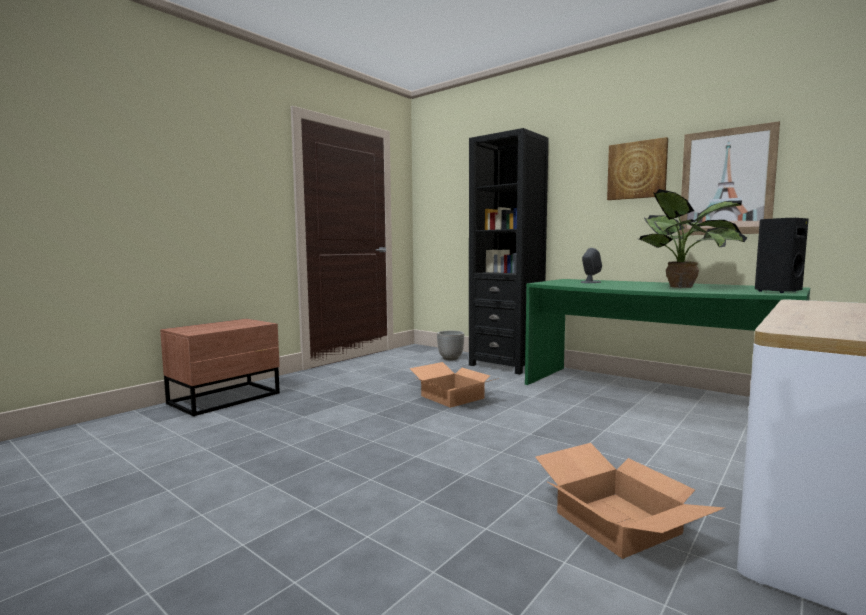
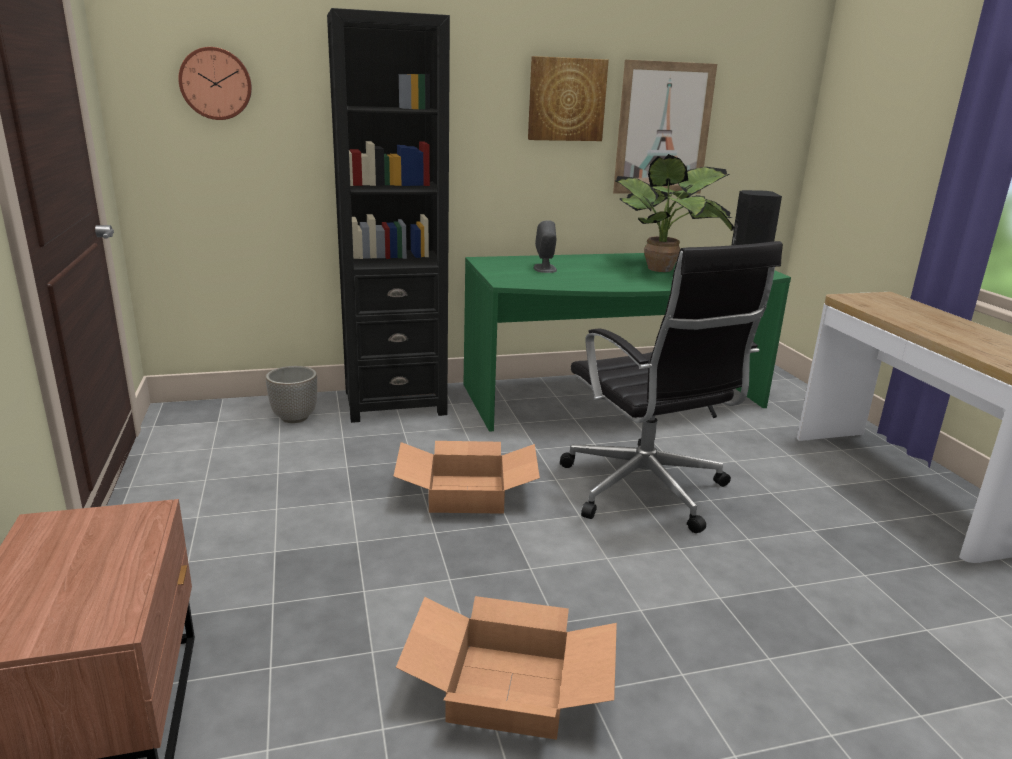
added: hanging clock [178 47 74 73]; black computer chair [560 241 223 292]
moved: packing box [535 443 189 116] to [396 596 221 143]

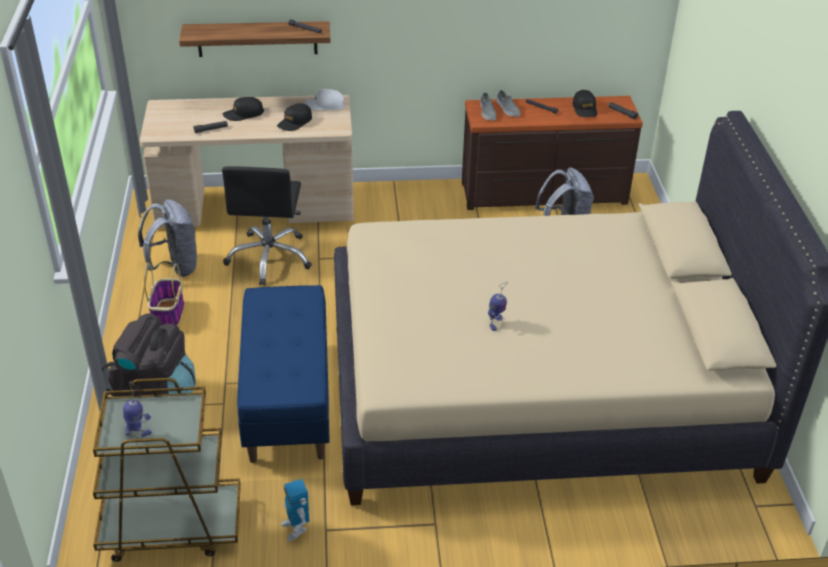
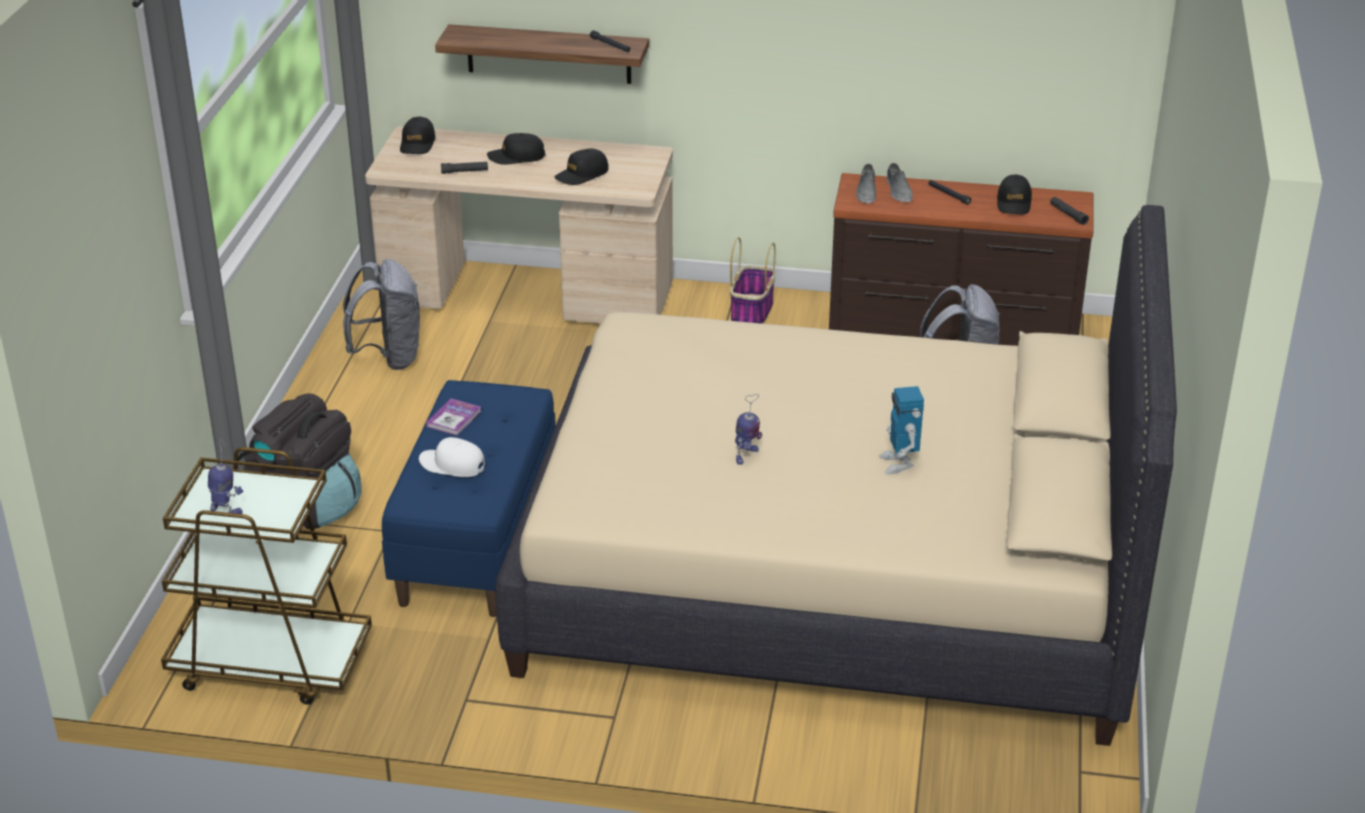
removed: black computer chair [222 166 90 120]
added: black peaked cap [400 117 35 37]; bound book [426 398 55 38]
moved: white-coloured peaked cap [305 89 40 21] to [419 437 66 40]; household basket [144 262 40 64] to [730 237 46 87]; model robot [281 479 29 62] to [879 386 45 88]

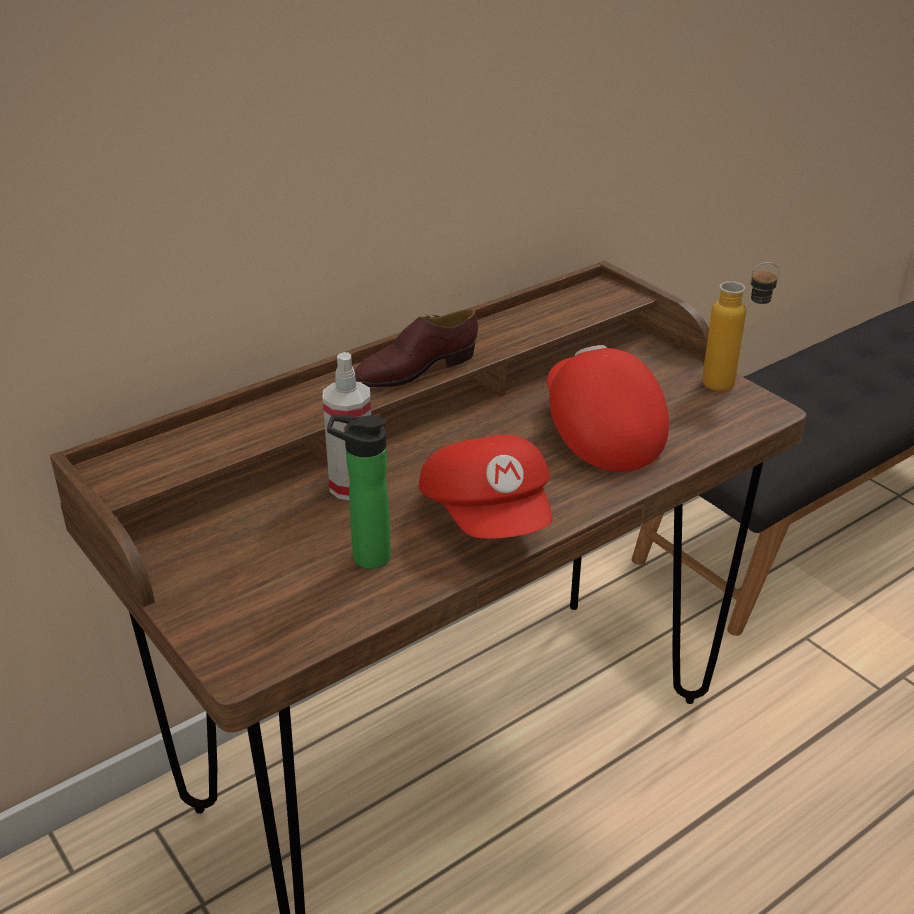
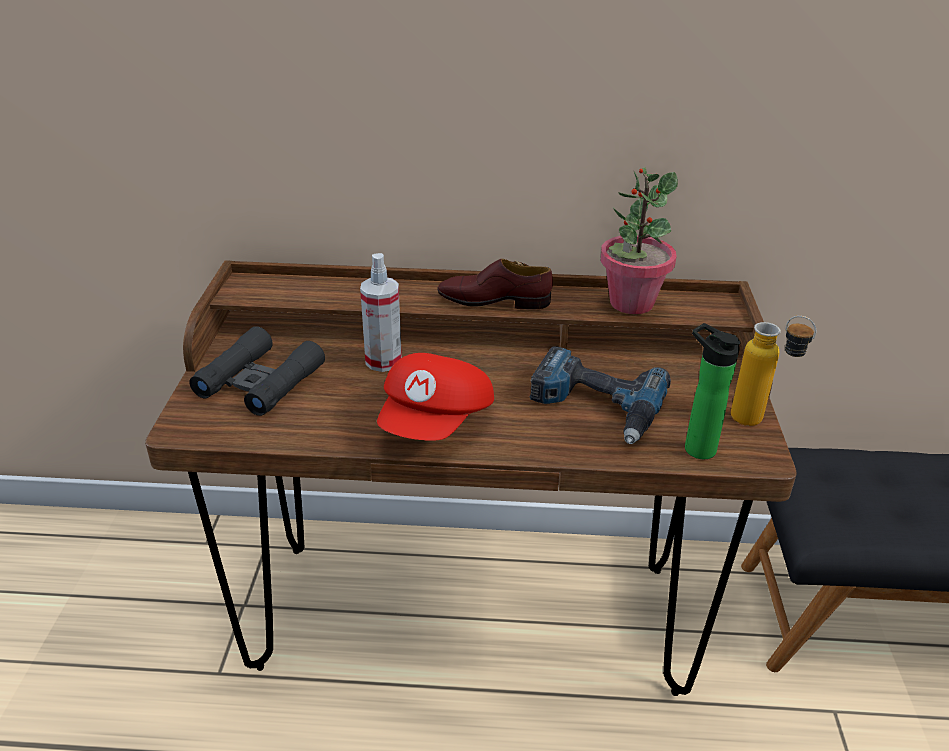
added: houseplant [600 167 78 147]; black field glasses [189 326 136 90]
moved: drink bottle [327 415 64 154] to [685 323 55 136]
replaced: reddish peaked cap [547 345 122 127] to drill [529 346 142 98]

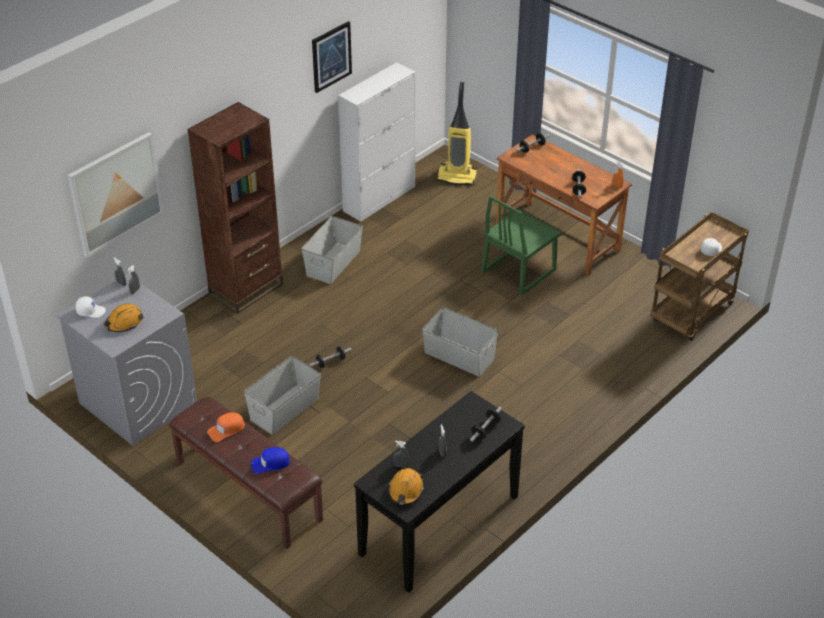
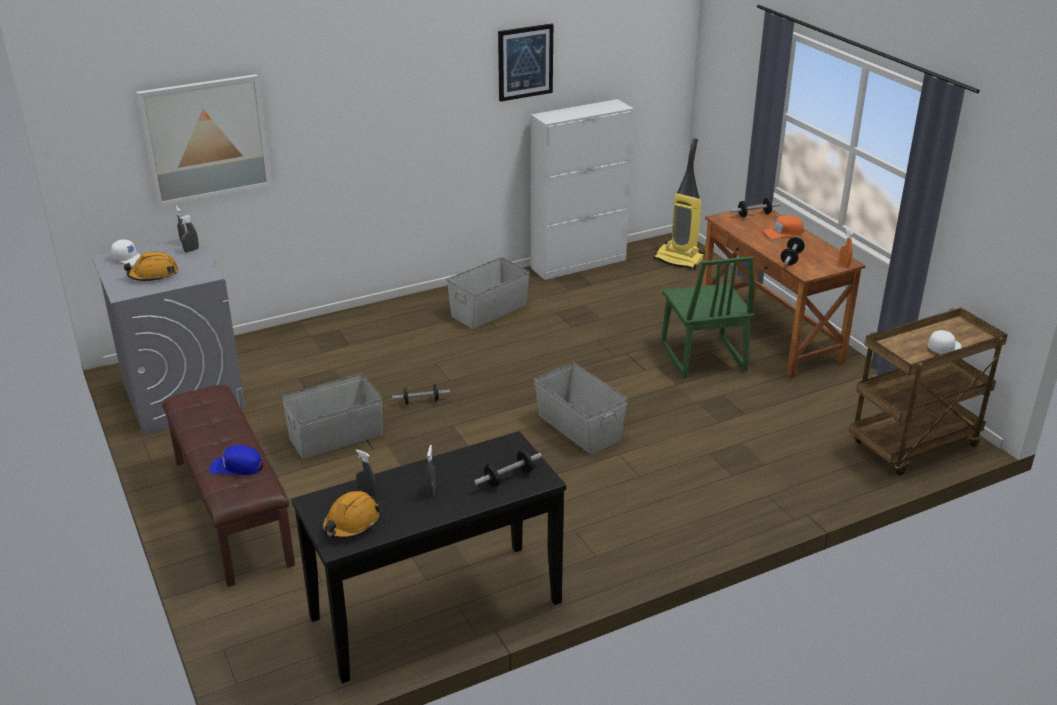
removed: brown bookshelf [187 102 96 212]
moved: orange-coloured peaked cap [207 412 38 30] to [763 215 41 24]
turned: green plain chair [481 196 81 99] = [661 256 94 123] 75 degrees counterclockwise

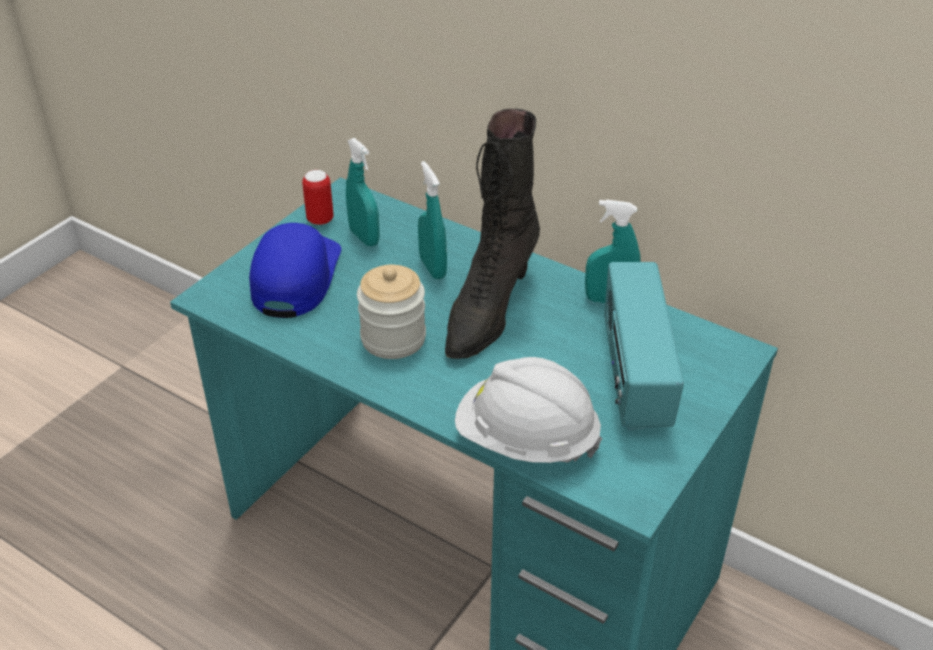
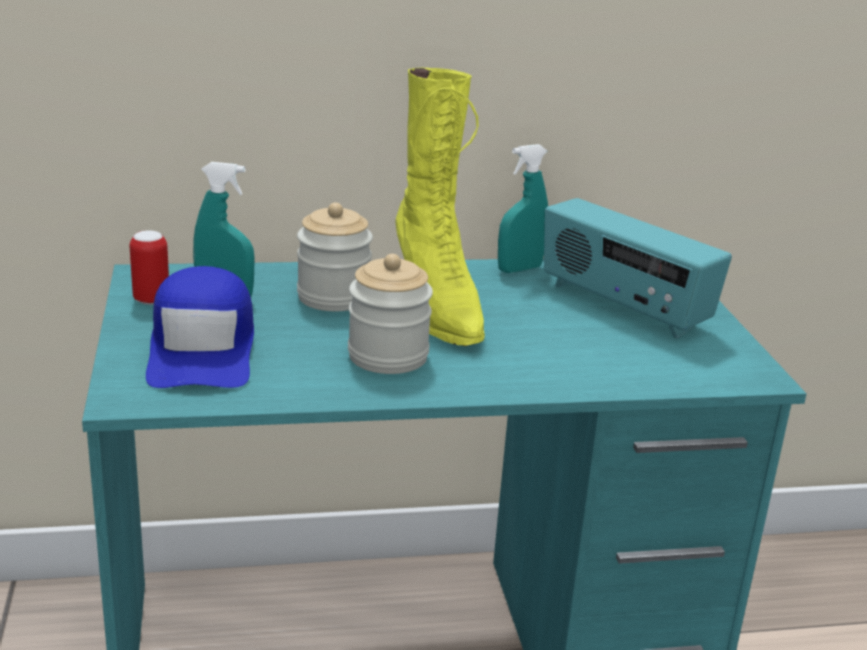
removed: white-coloured safety helmet [455 357 147 106]
replaced: turquoise-coloured spray bottle [418 161 29 118] to jar [297 203 76 108]
recoloured: black tall boot [445 109 95 250] to yellowish tall boot [395 68 90 278]
turned: blue-coloured peaked cap [249 223 92 95] = [146 266 108 122] 150 degrees counterclockwise

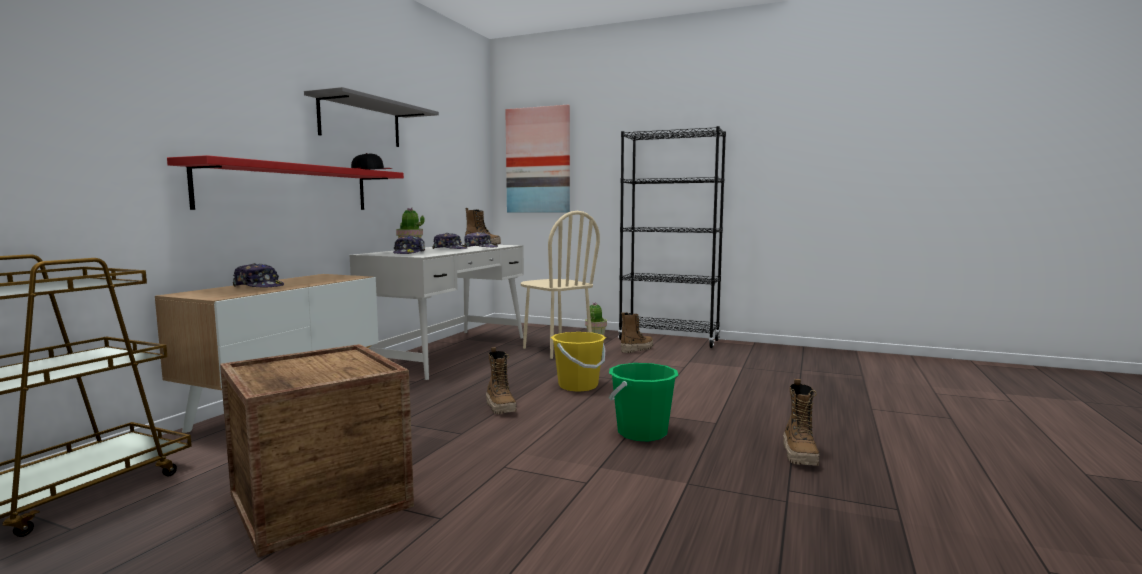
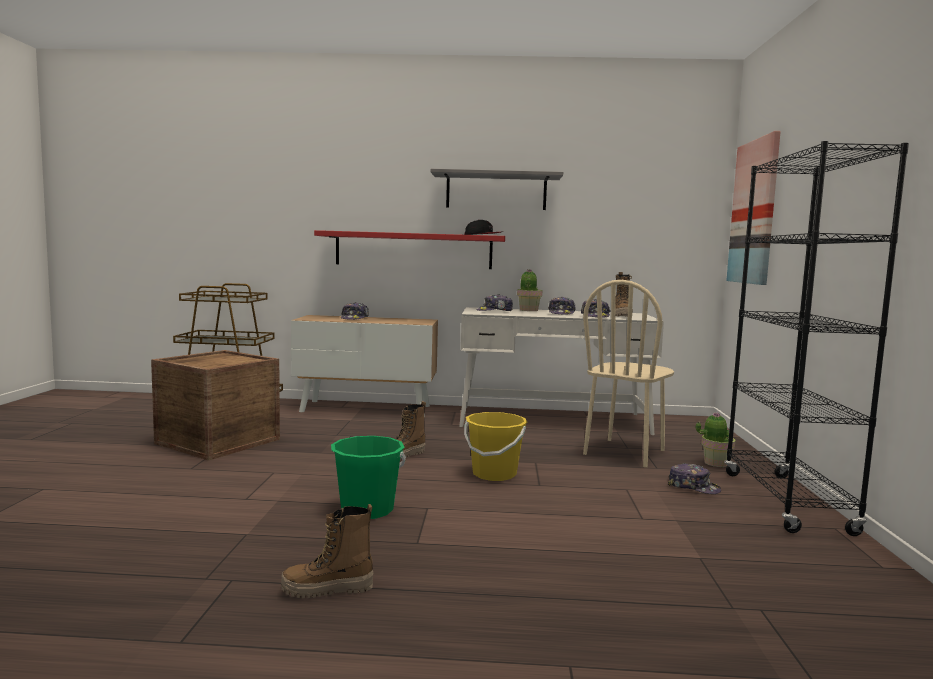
replaced: tall boot [621 312 32 41] to peaked cap [668 463 53 31]

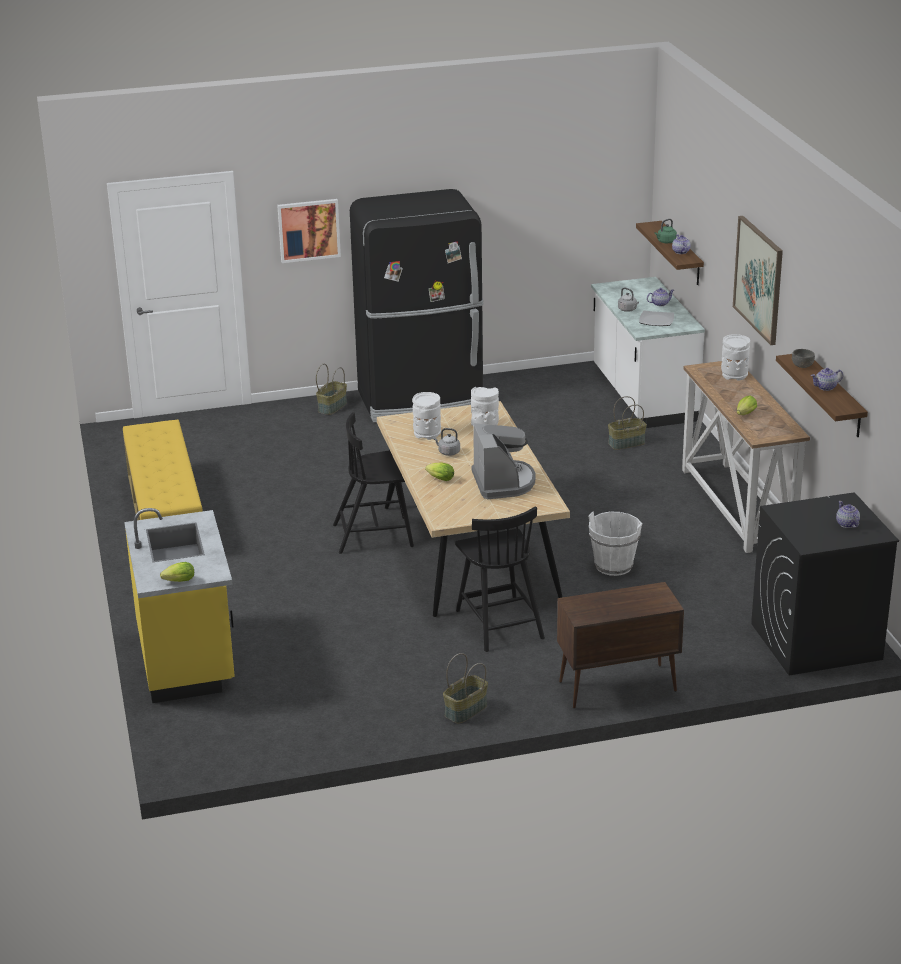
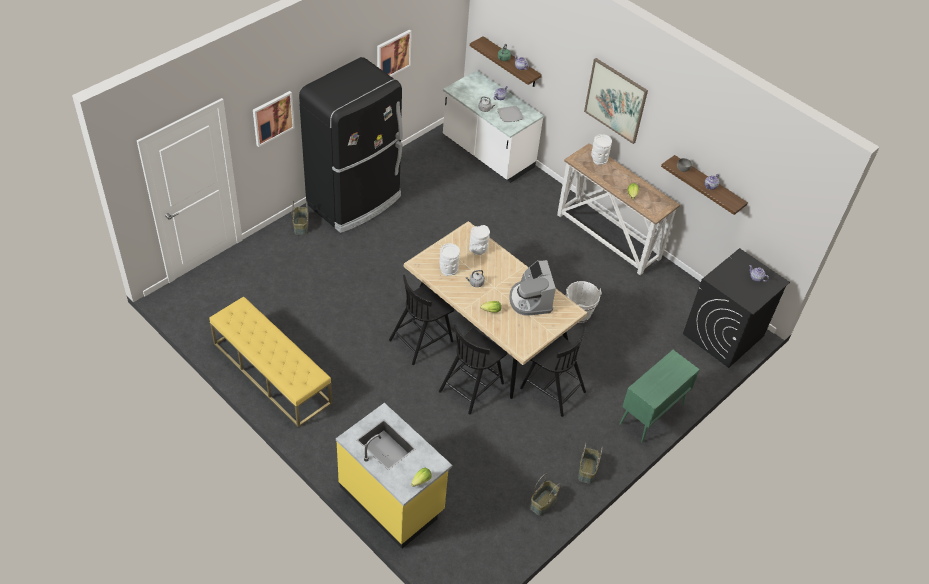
added: wall picture [377 29 35 47]; black plain chair [439 325 68 90]
moved: household basket [608 396 39 54] to [530 474 31 42]
recoloured: brown storage cabinet [557 582 127 127] to green storage cabinet [619 350 81 93]
turned: coffee brewer [472 423 64 76] = [509 260 47 56] 150 degrees counterclockwise

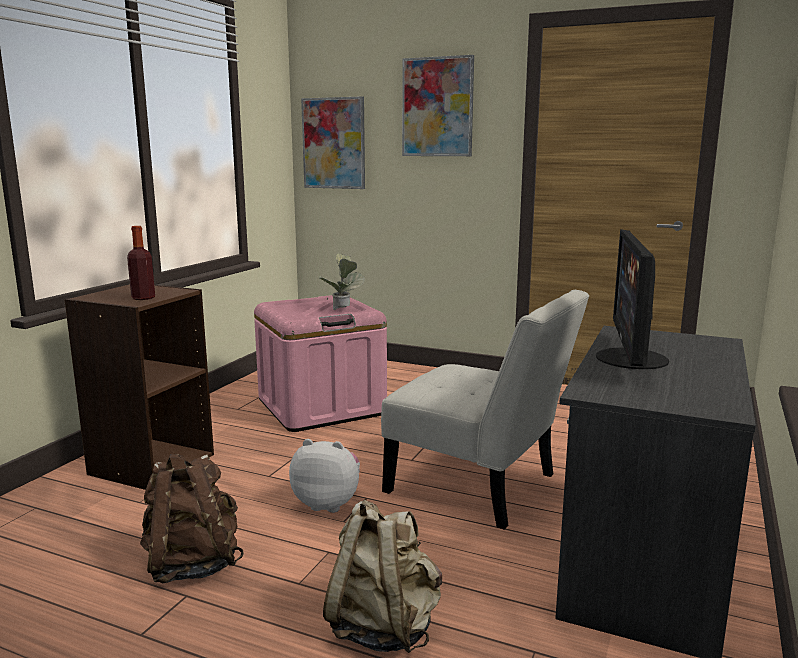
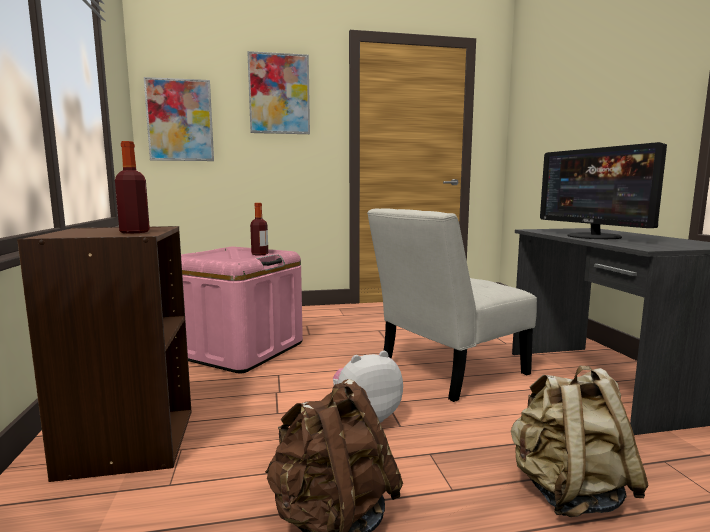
replaced: houseplant [319 253 46 57] to drink bottle [250 203 18 53]
turned: white-coloured plain chair [381 290 208 240] = [367 208 170 194] 150 degrees clockwise

